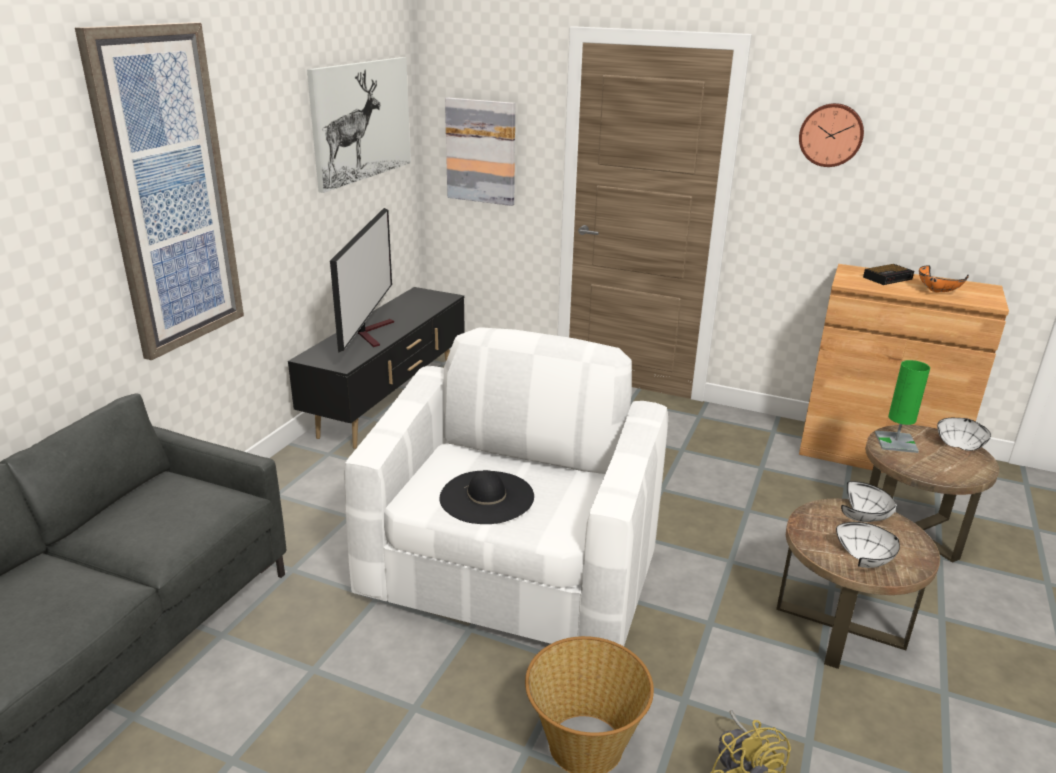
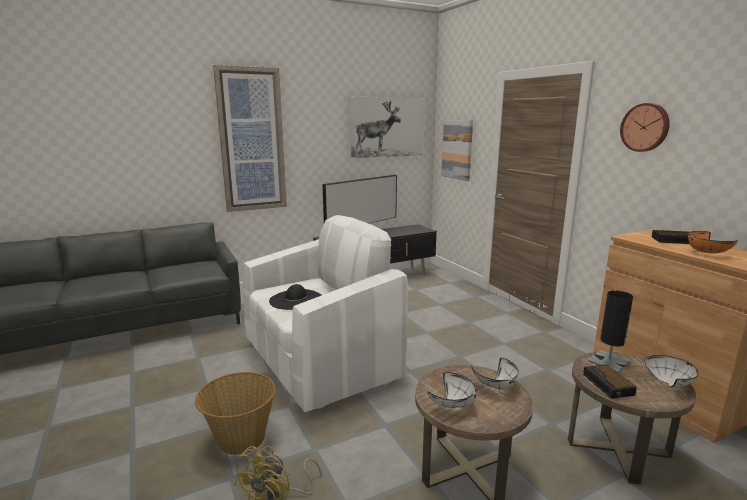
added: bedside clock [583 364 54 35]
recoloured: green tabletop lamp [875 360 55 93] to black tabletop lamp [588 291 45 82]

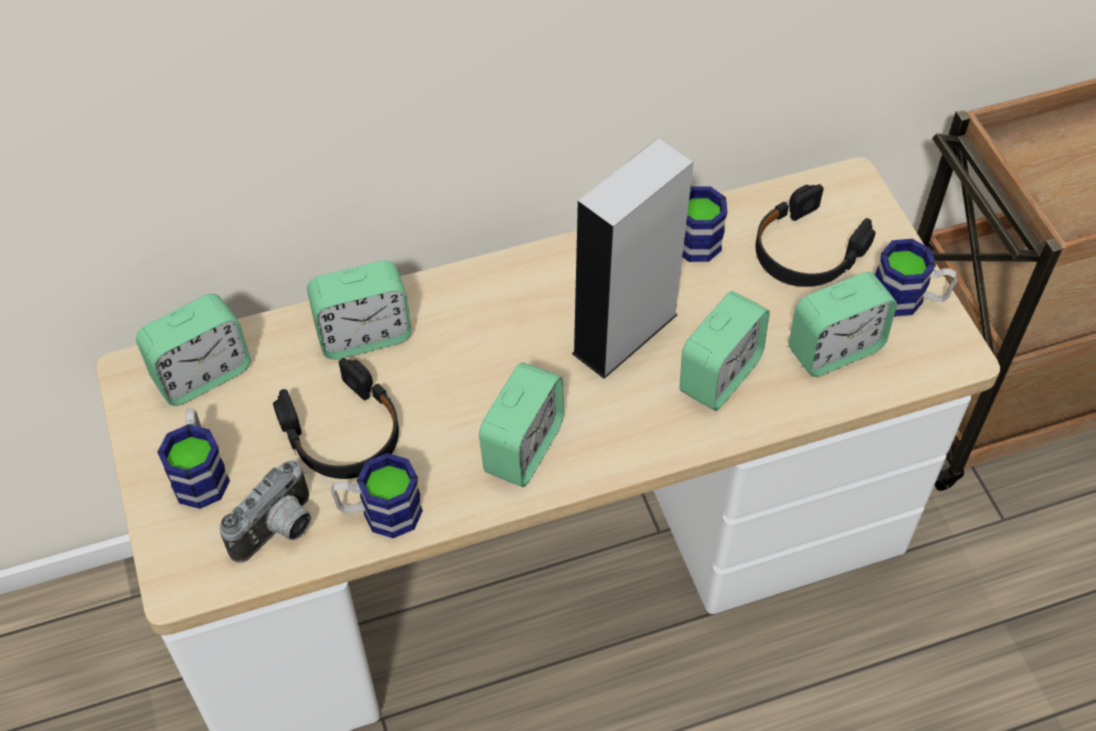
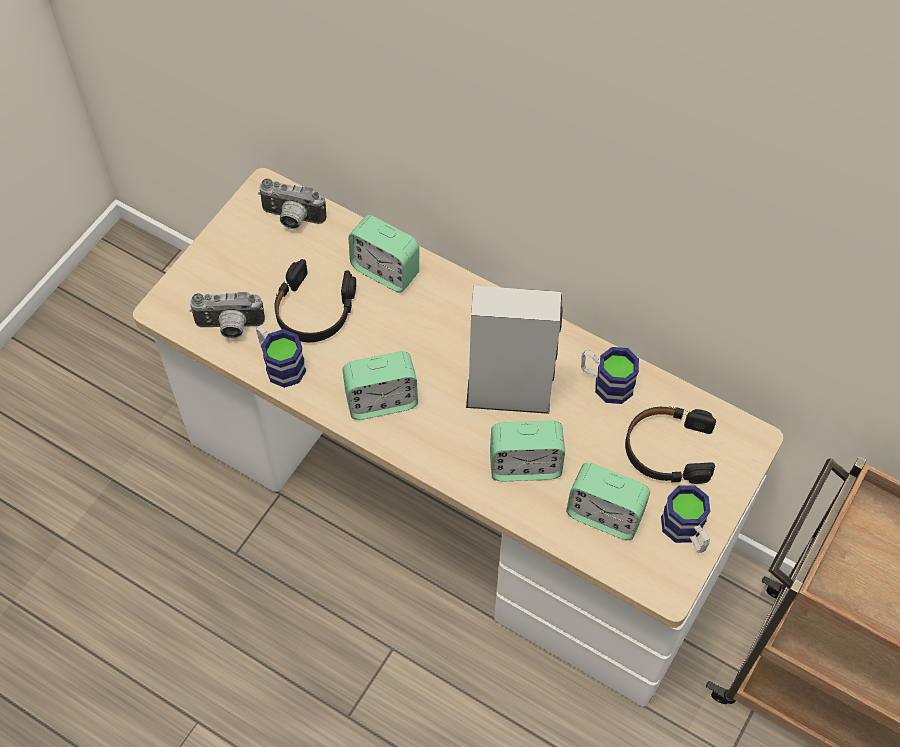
removed: tea mug [157 409 73 100]
replaced: bedside clock [136 294 115 112] to still camera [258 179 68 50]

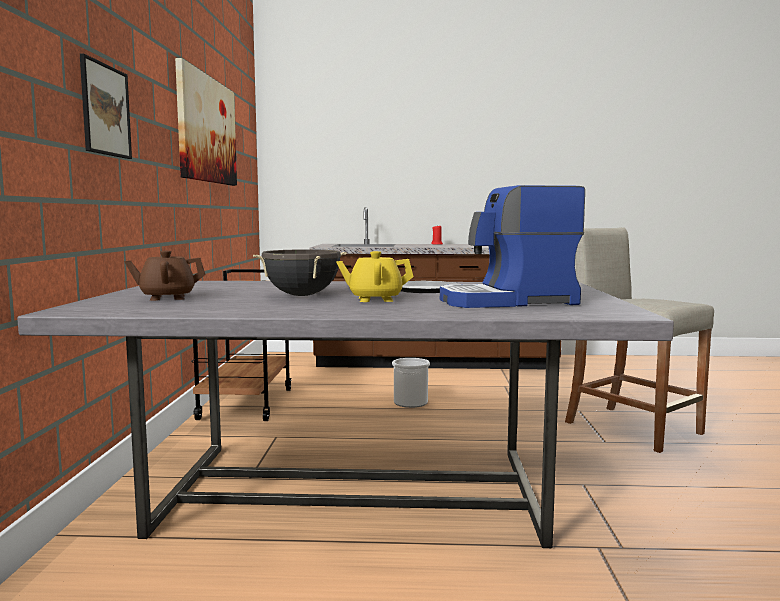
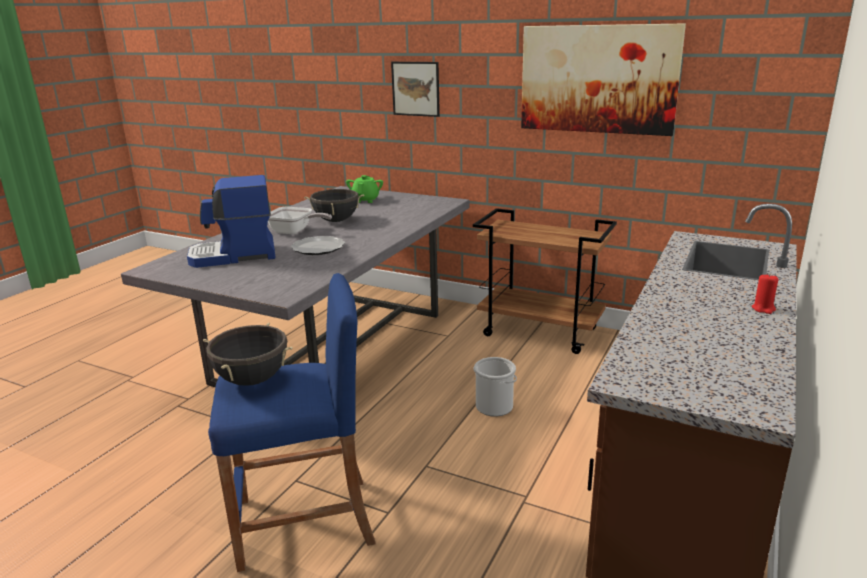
added: black cooking pot [203 323 90 63]
replaced: yellowish teapot [336 251 78 51] to skillet [268 207 64 27]
recoloured: beige-coloured stool [565 227 149 226] to blue-coloured stool [208 273 168 299]; brown teapot [124 251 81 50] to green teapot [346 175 37 28]
turned: coffee brewer [440 185 145 123] = [187 175 89 93] 120 degrees counterclockwise

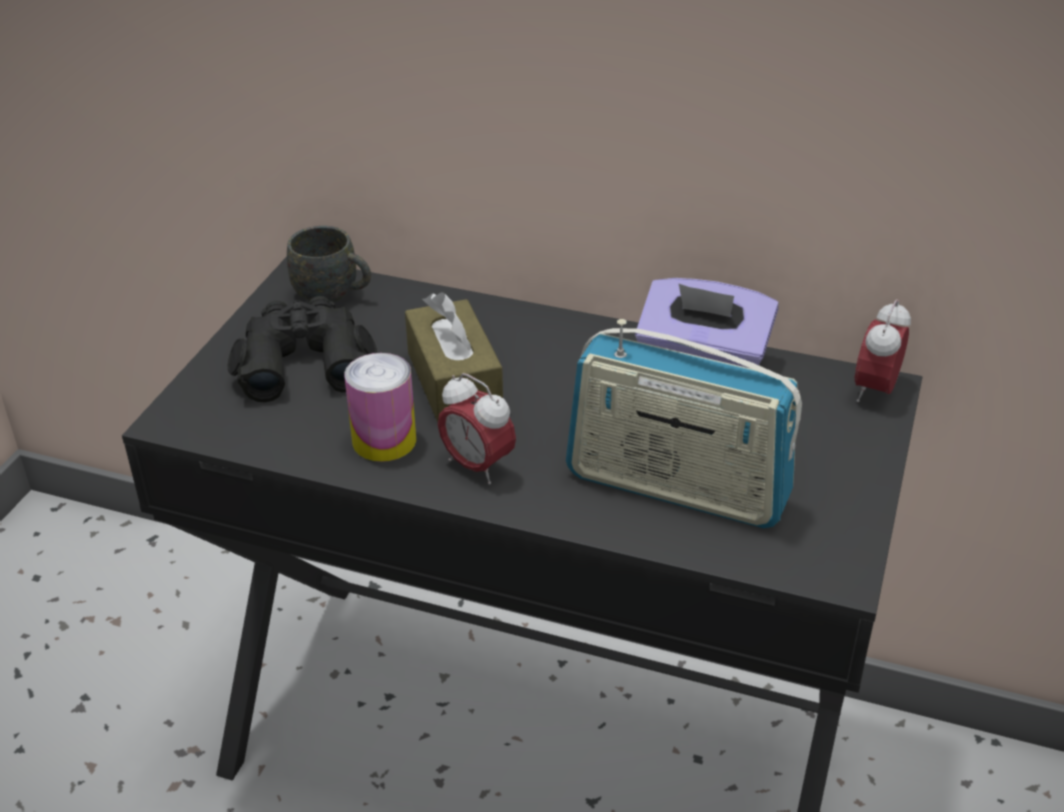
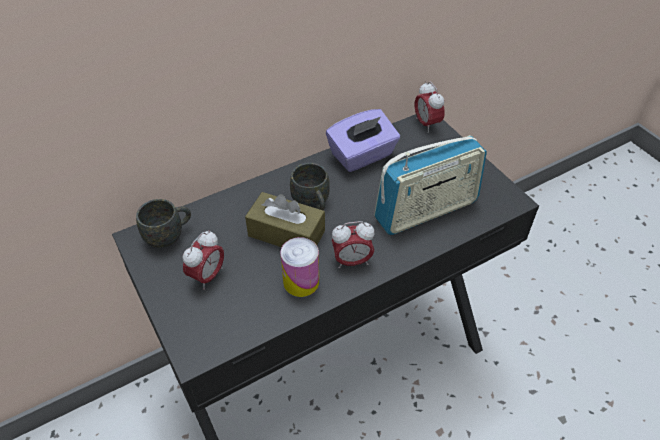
added: gray tea mug [290 163 40 47]
replaced: black field glasses [228 296 149 106] to bedside clock [183 230 41 60]

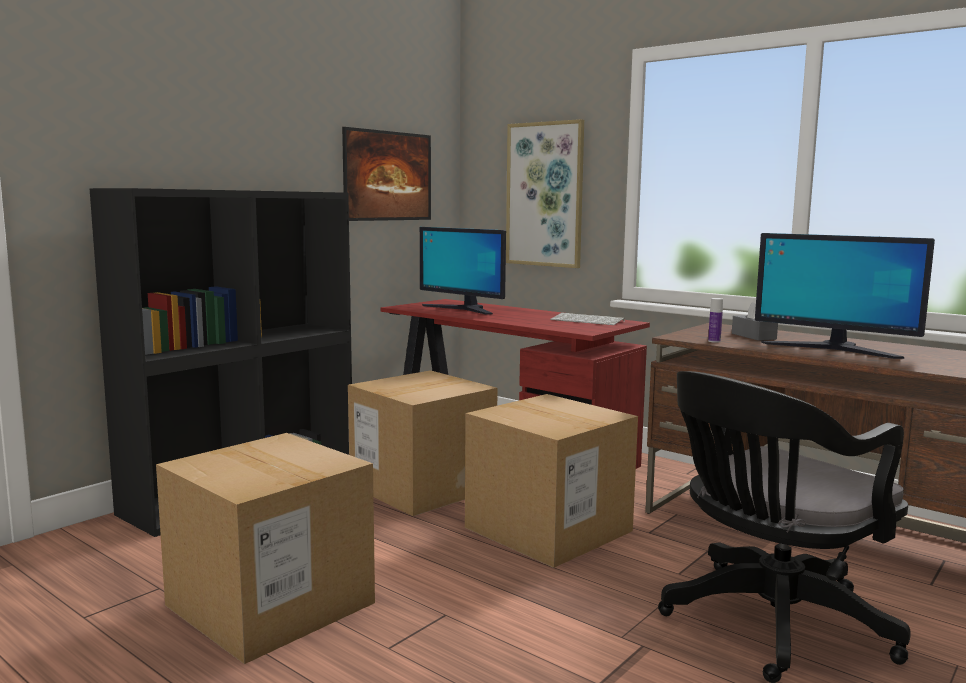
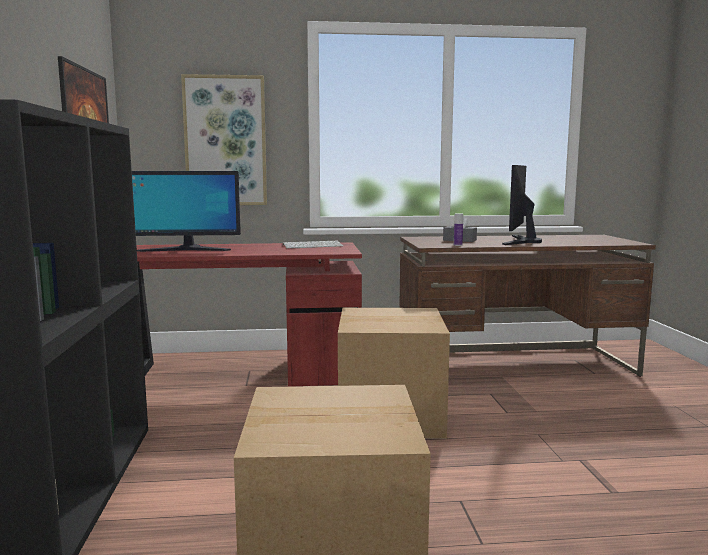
removed: packing box [348 370 150 146]; black computer chair [658 371 253 312]
turned: computer display [755 233 180 126] = [502 165 40 80] 120 degrees clockwise

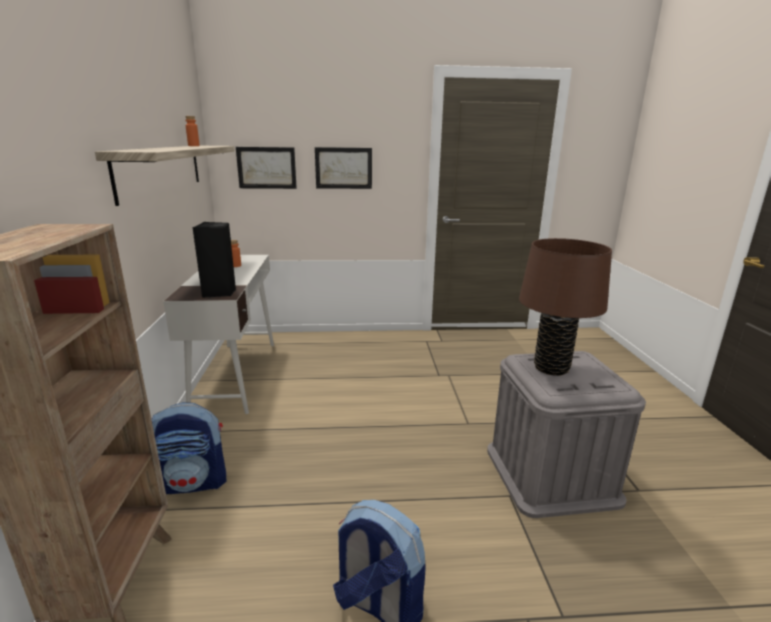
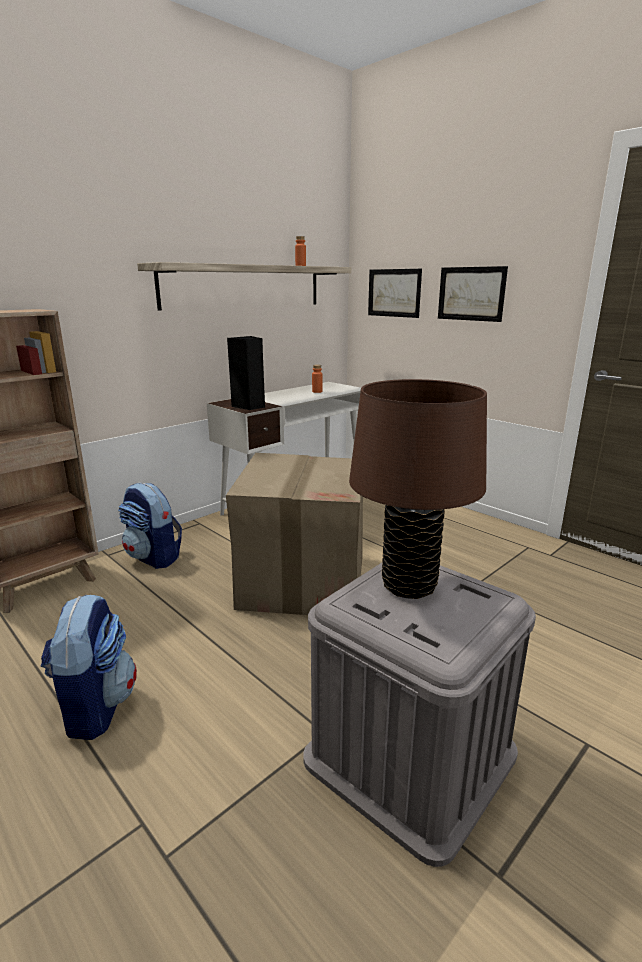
added: packing box [226 453 137 162]

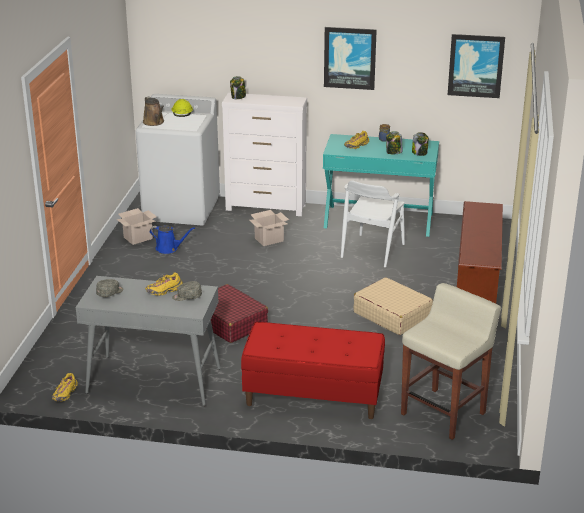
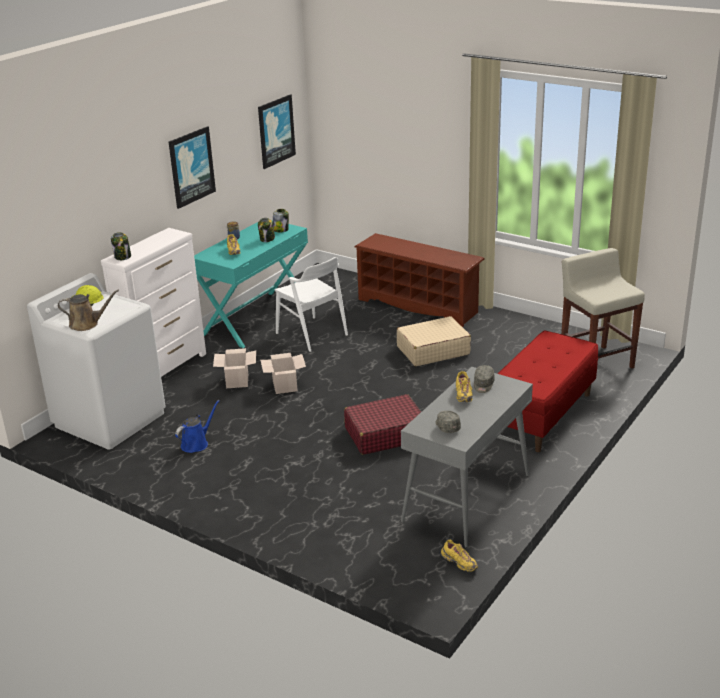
moved: packing box [117 208 40 37] to [260 353 46 41]

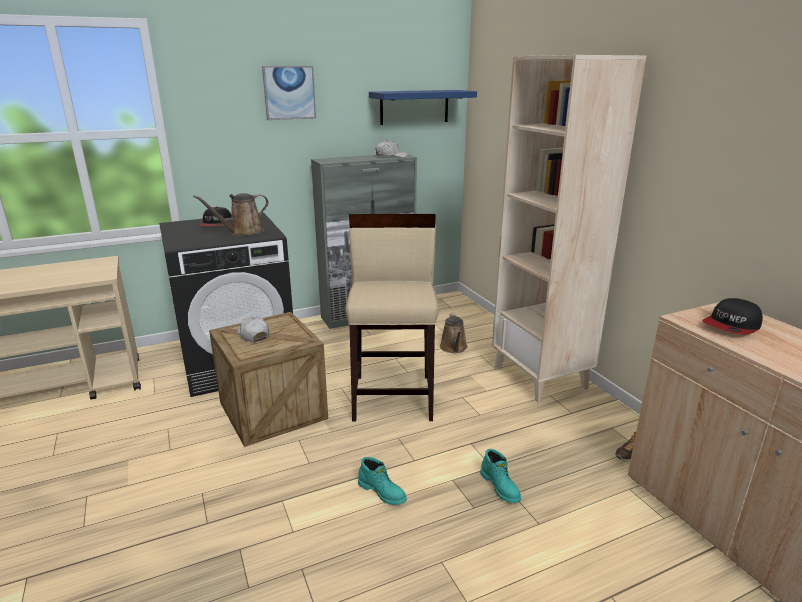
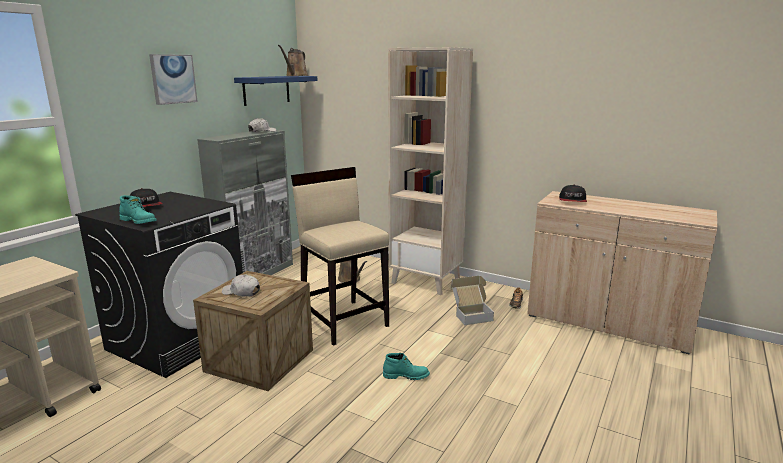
added: packing box [451 276 43 49]
moved: brown watering pot [193 193 76 43] to [278 45 30 31]; turquoise-coloured tall boot [480 449 41 54] to [119 195 38 29]

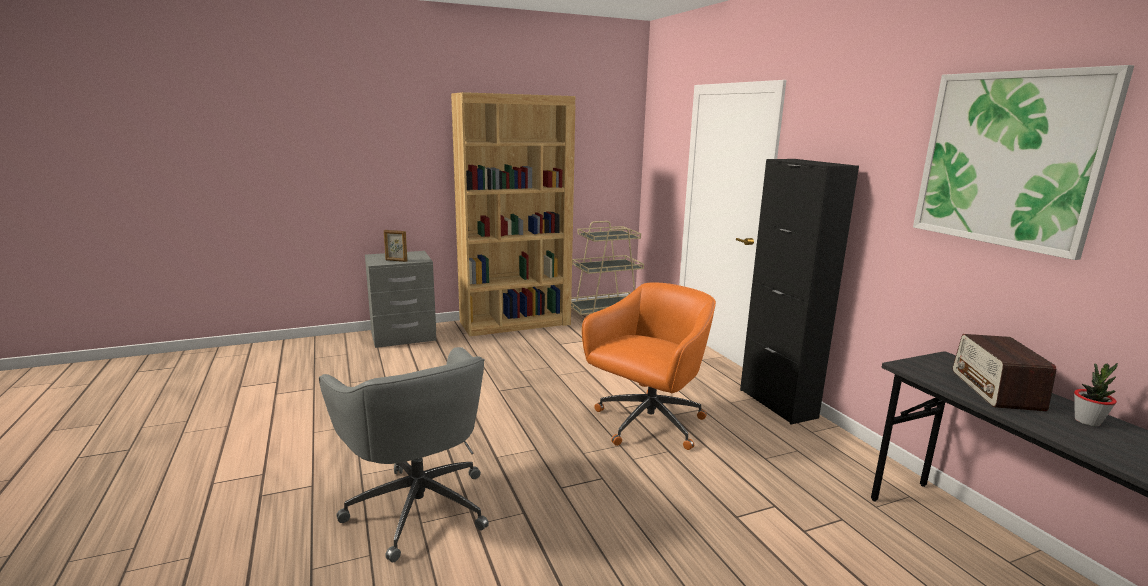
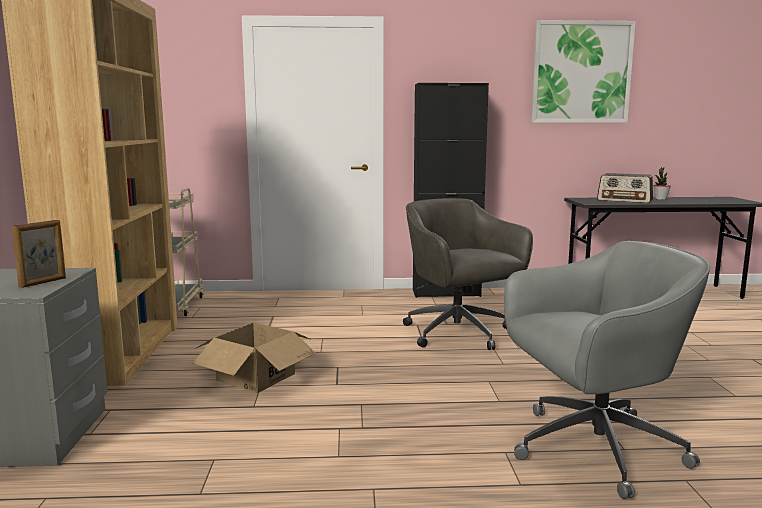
added: packing box [192 323 124 70]
recoloured: orange-coloured computer chair [582 283 134 167] to gray computer chair [403 198 130 152]

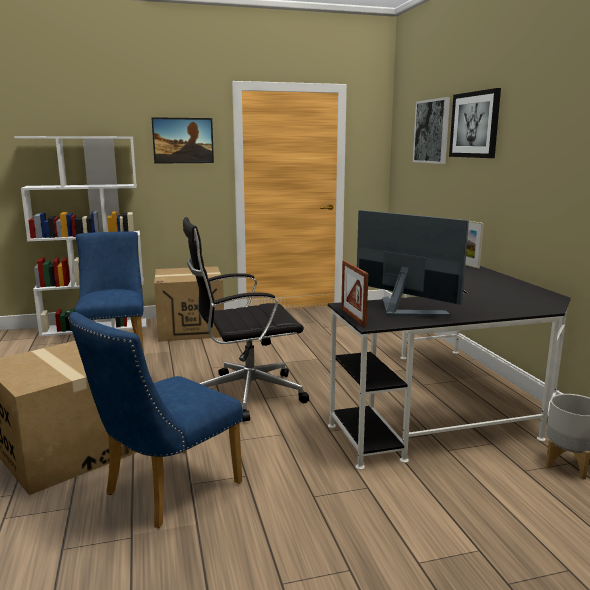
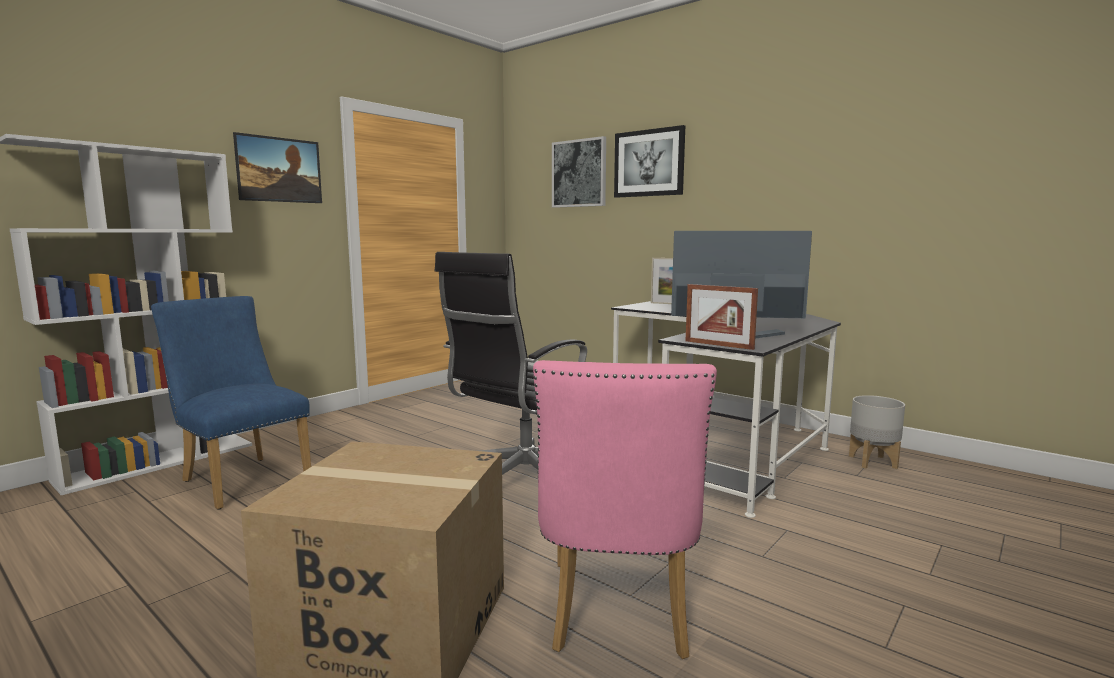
removed: packing box [154 266 70 76]
recoloured: blue-coloured plain chair [68 312 175 216] to pinkish plain chair [533 360 184 299]

